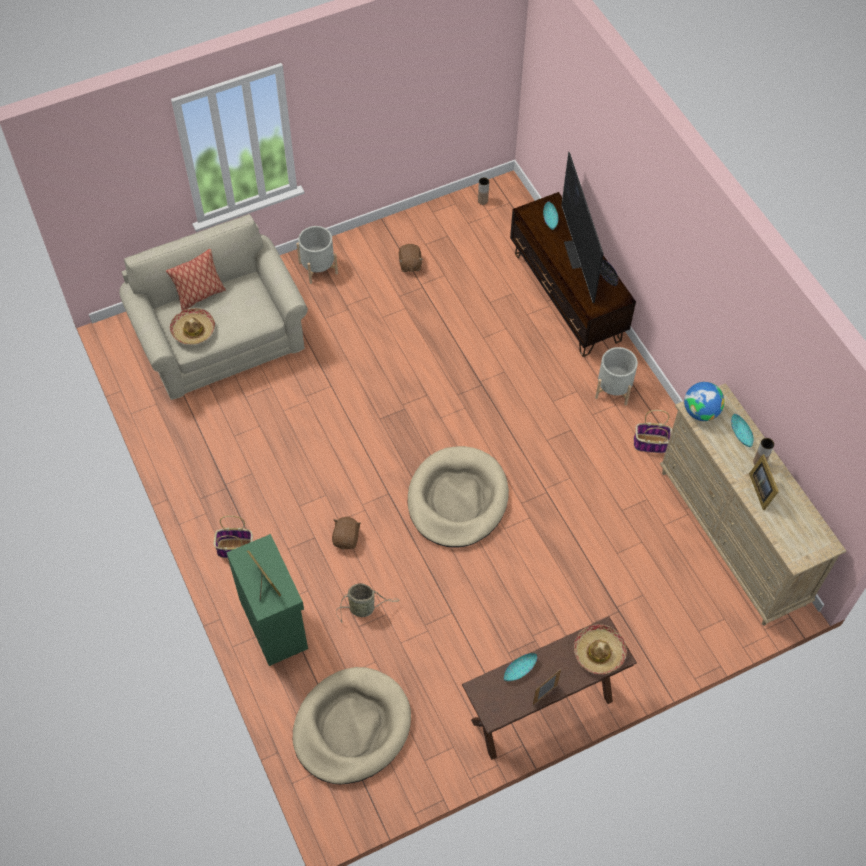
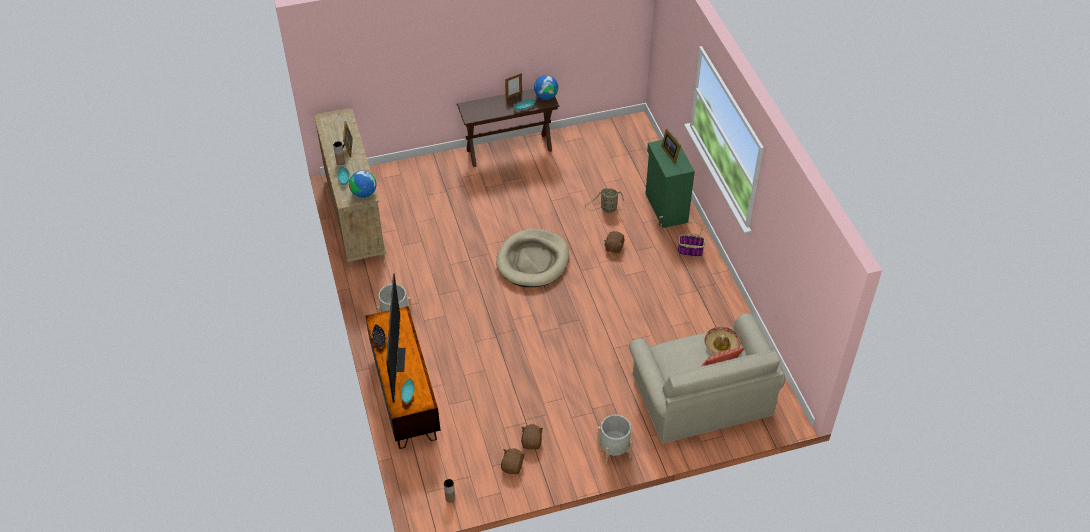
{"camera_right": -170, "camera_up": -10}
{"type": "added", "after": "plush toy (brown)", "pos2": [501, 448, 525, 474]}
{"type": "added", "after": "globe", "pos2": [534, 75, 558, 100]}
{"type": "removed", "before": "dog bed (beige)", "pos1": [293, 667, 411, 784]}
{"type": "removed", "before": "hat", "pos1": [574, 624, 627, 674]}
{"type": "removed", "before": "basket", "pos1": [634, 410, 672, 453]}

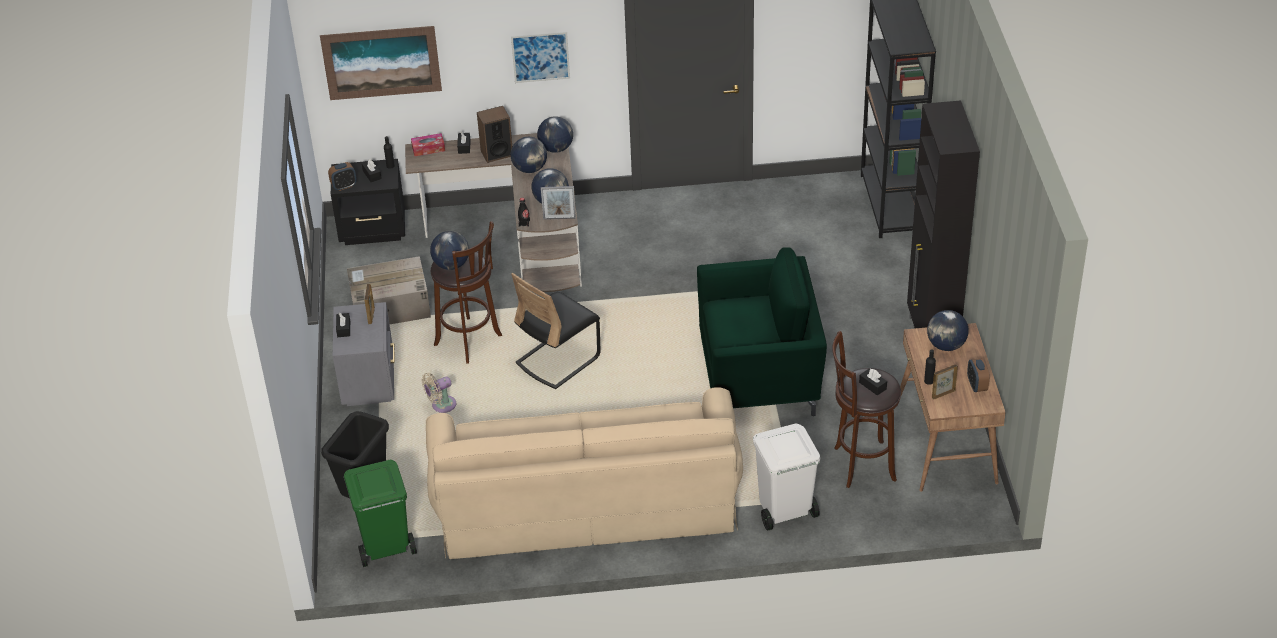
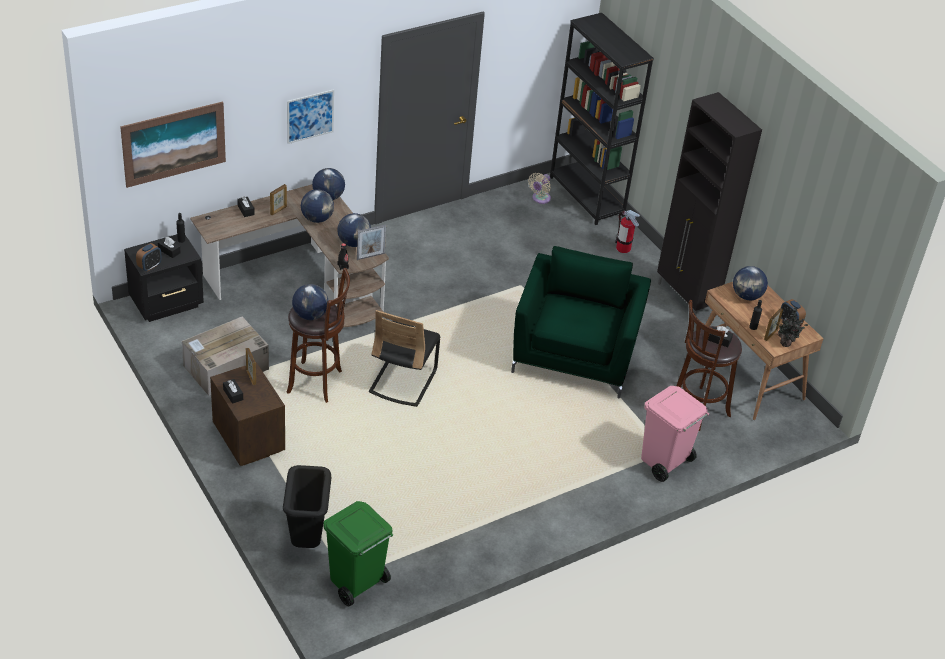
{"camera_right": -30, "camera_up": 0}
{"type": "recoloured", "before": "nightstand (grey)", "after": "nightstand (brown)", "pos1": [333, 302, 395, 406], "pos2": [210, 363, 285, 466]}
{"type": "replaced", "before": "speaker", "after": "picture frame", "pos1": [477, 106, 512, 163], "pos2": [270, 184, 287, 215]}
{"type": "turned", "before": "armchair (green)", "pos1": [697, 247, 827, 416], "pos2": [511, 246, 651, 398], "turn": -45}
{"type": "moved", "before": "fan (beige)", "pos1": [422, 373, 456, 413], "pos2": [528, 173, 551, 204]}
{"type": "added", "after": "fire extinguisher", "pos2": [615, 210, 640, 253]}
{"type": "recoloured", "before": "trash can (white)", "after": "trash can (pink)", "pos1": [753, 423, 820, 531], "pos2": [641, 386, 709, 482]}
{"type": "added", "after": "potted plant", "pos2": [776, 308, 809, 347]}
{"type": "removed", "before": "tissue box", "pos1": [411, 133, 445, 156]}
{"type": "removed", "before": "sofa (beige)", "pos1": [426, 387, 743, 559]}

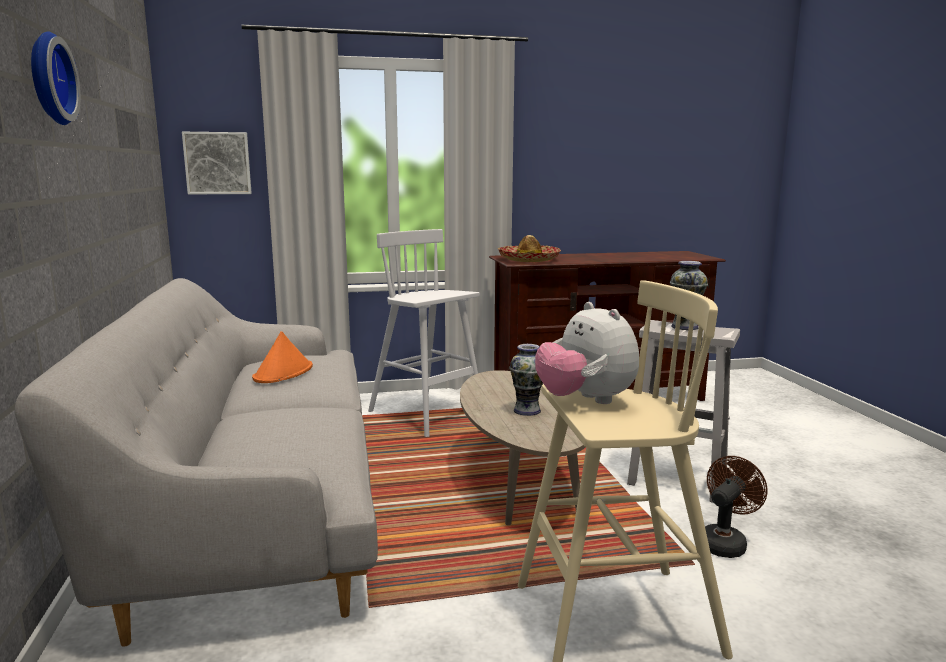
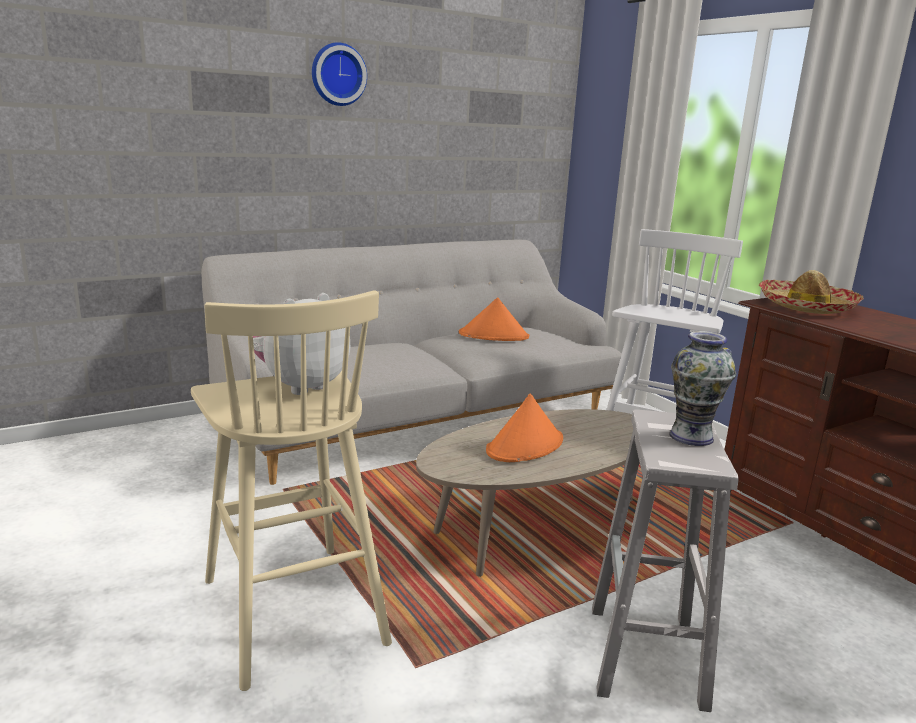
{"camera_right": 70, "camera_up": 5}
{"type": "replaced", "before": "vase", "after": "hat (orange)", "pos1": [509, 344, 543, 416], "pos2": [486, 394, 563, 462]}
{"type": "removed", "before": "picture", "pos1": [182, 132, 252, 194]}
{"type": "removed", "before": "fan (brown)", "pos1": [705, 456, 767, 558]}

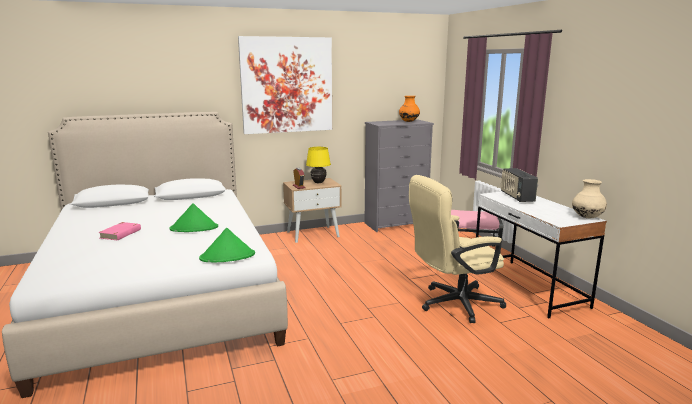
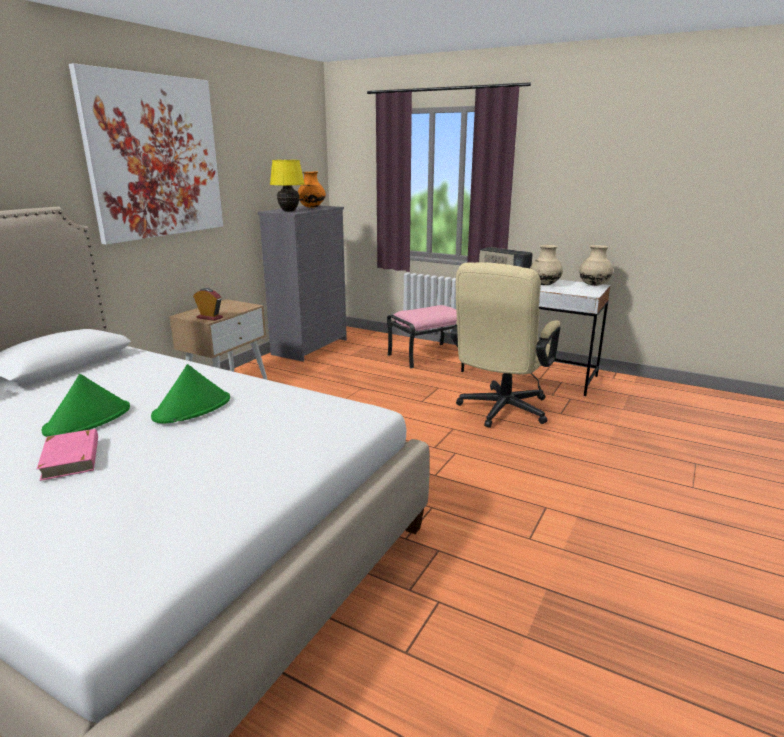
{"camera_right": -40, "camera_up": 5}
{"type": "moved", "before": "hat (green)", "pos1": [199, 228, 255, 262], "pos2": [41, 374, 130, 437]}
{"type": "moved", "before": "table lamp (yellow)", "pos1": [306, 147, 331, 183], "pos2": [270, 160, 305, 212]}
{"type": "added", "after": "vase (beige)", "pos2": [530, 245, 563, 285]}

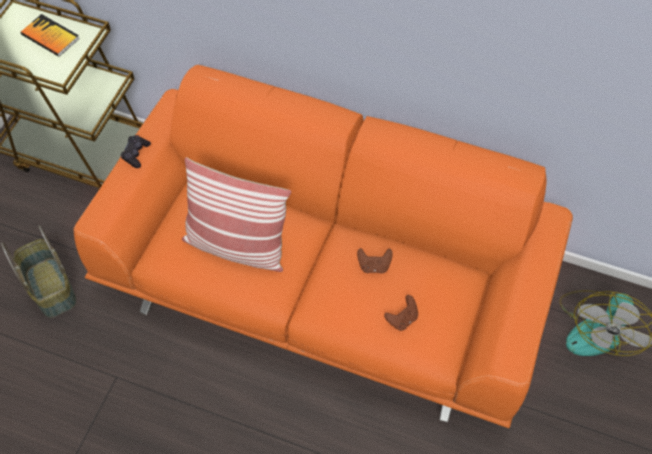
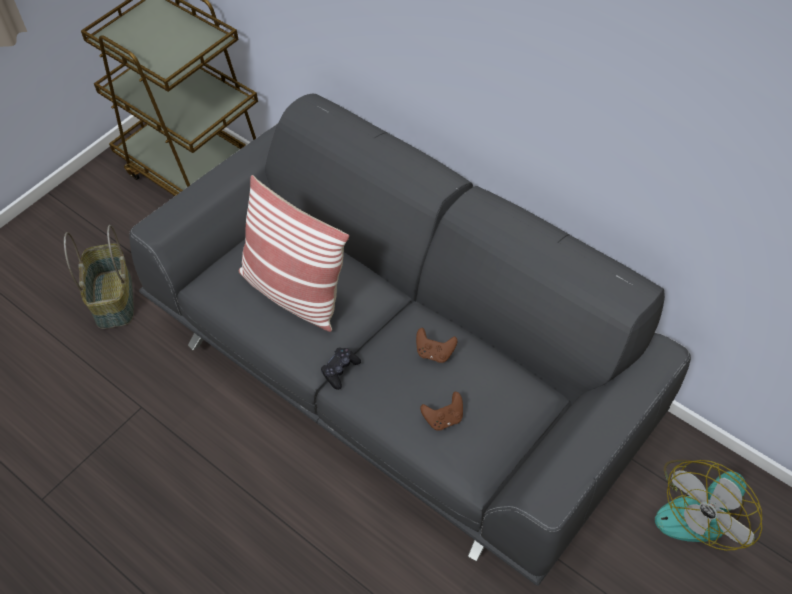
{"camera_right": 20, "camera_up": -5}
{"type": "recoloured", "before": "sofa (orange)", "after": "sofa (grey)", "pos1": [73, 65, 573, 428], "pos2": [129, 94, 691, 586]}
{"type": "moved", "before": "game controller (black)", "pos1": [121, 135, 151, 168], "pos2": [321, 347, 361, 390]}
{"type": "removed", "before": "book", "pos1": [20, 14, 80, 57]}

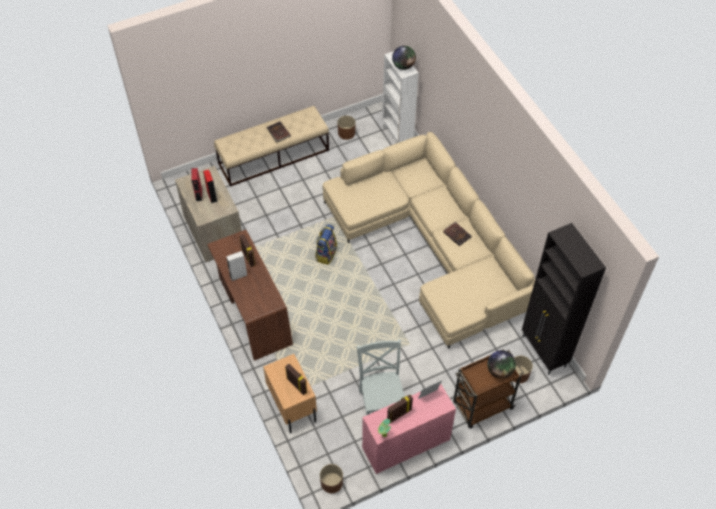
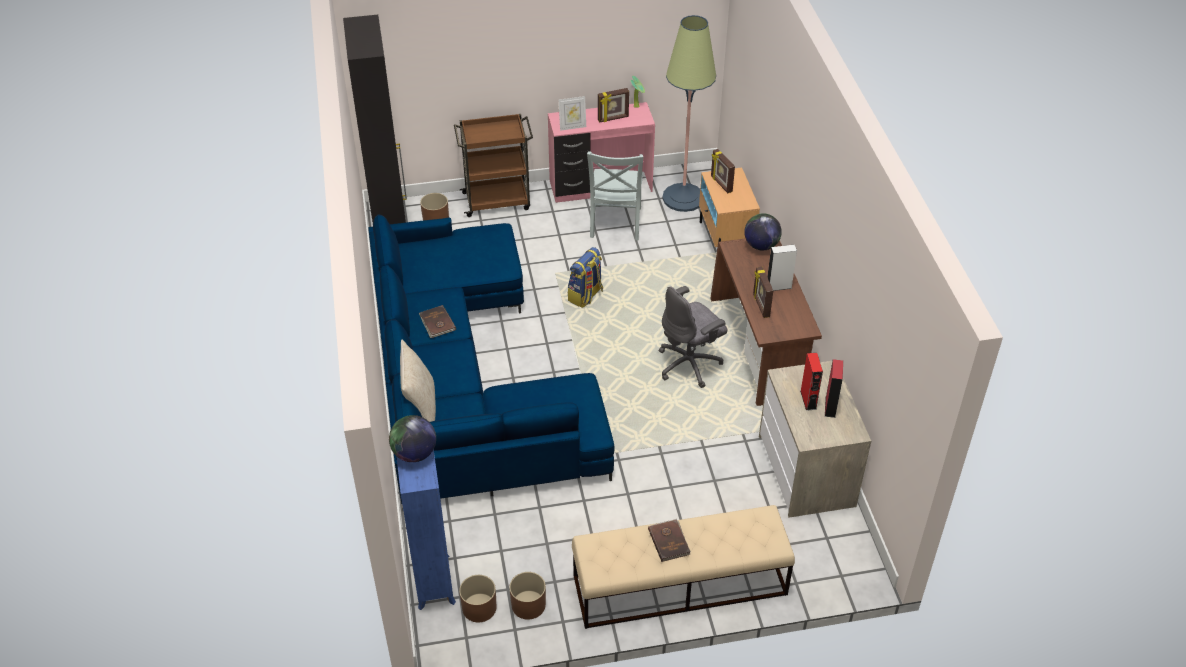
{"camera_right": -165, "camera_up": -10}
{"type": "recoloured", "before": "sofa (beige)", "after": "sofa (blue)", "pos1": [322, 132, 535, 349], "pos2": [368, 215, 615, 504]}
{"type": "recoloured", "before": "bookcase (white)", "after": "bookcase (blue)", "pos1": [382, 51, 419, 144], "pos2": [396, 450, 456, 610]}
{"type": "added", "after": "pillow (beige)", "pos2": [400, 340, 436, 422]}
{"type": "moved", "before": "planter (brown)", "pos1": [320, 464, 343, 493], "pos2": [459, 575, 496, 622]}
{"type": "moved", "before": "backpack", "pos1": [315, 224, 337, 265], "pos2": [568, 247, 603, 308]}
{"type": "added", "after": "office chair (grey)", "pos2": [659, 286, 728, 388]}
{"type": "added", "after": "floor lamp", "pos2": [662, 15, 716, 212]}
{"type": "moved", "before": "globe", "pos1": [487, 350, 516, 379], "pos2": [744, 213, 782, 250]}

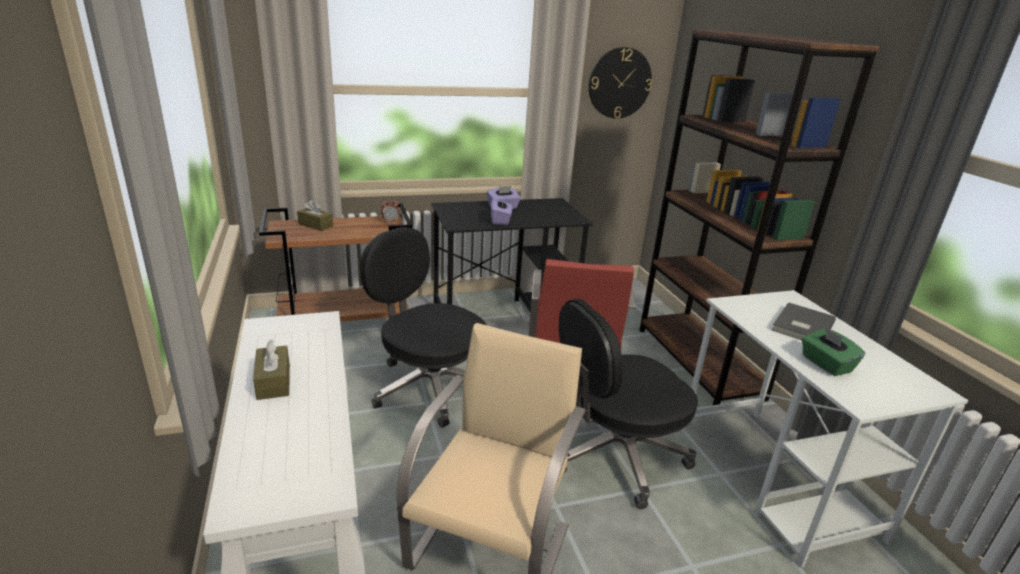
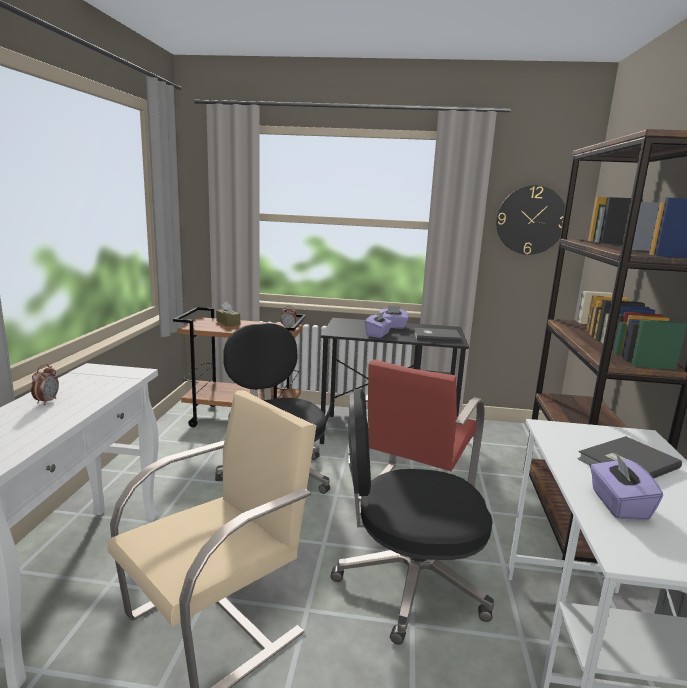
{"camera_right": 25, "camera_up": -10}
{"type": "replaced", "before": "tissue box (brown)", "after": "alarm clock", "pos1": [253, 339, 290, 400], "pos2": [31, 364, 59, 405]}
{"type": "added", "after": "book (grey)", "pos2": [414, 328, 461, 343]}
{"type": "recoloured", "before": "tissue box (green)", "after": "tissue box (purple)", "pos1": [802, 326, 865, 376], "pos2": [590, 453, 663, 520]}

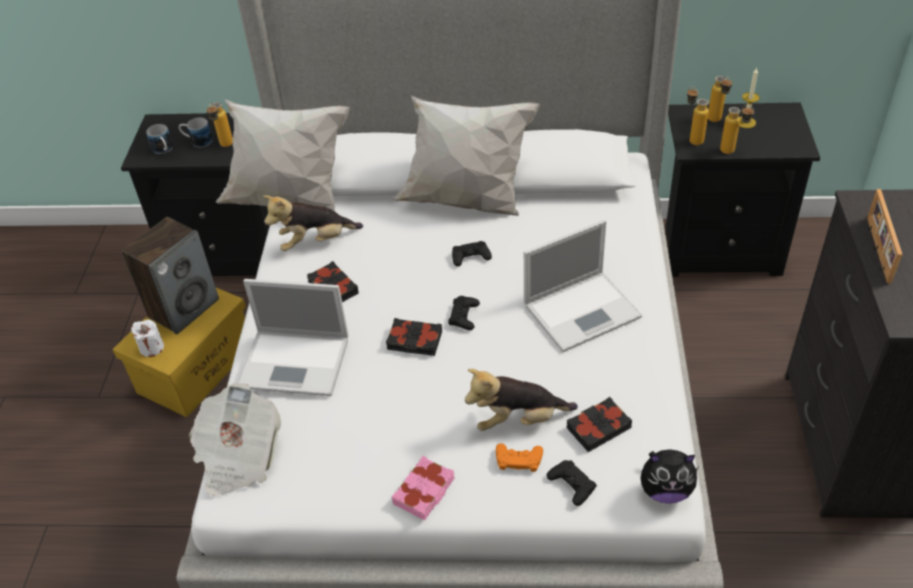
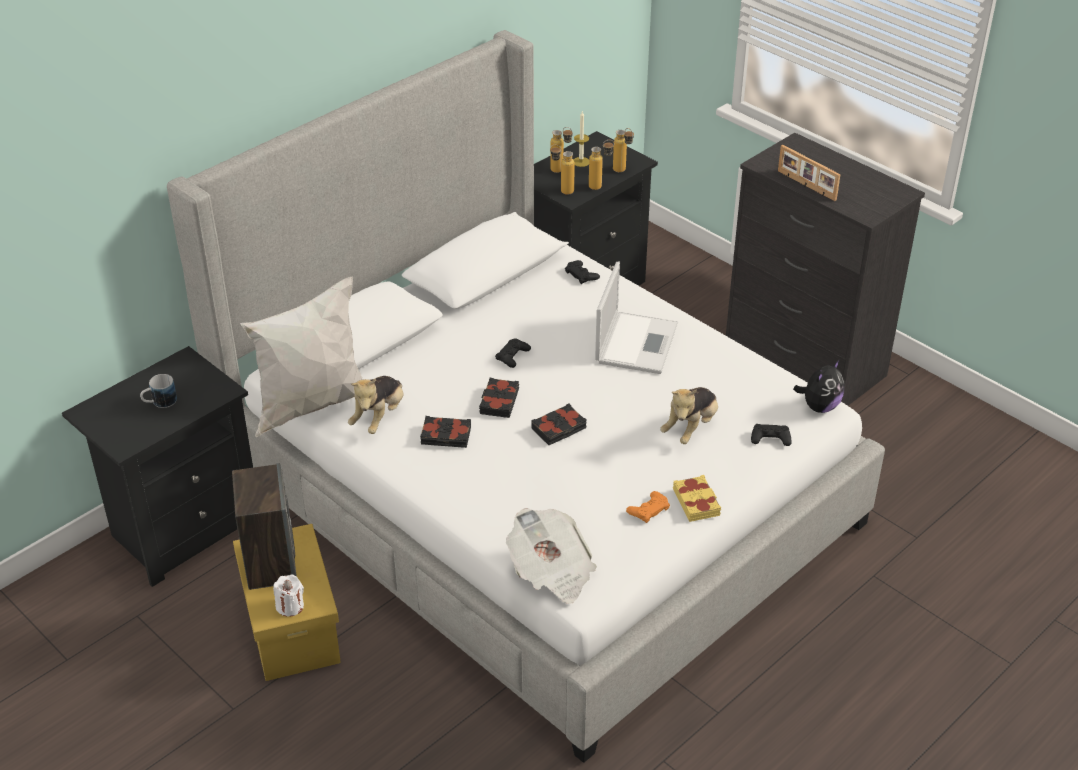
{"camera_right": -50, "camera_up": -5}
{"type": "moved", "before": "book (black)", "pos1": [567, 397, 632, 452], "pos2": [479, 378, 519, 418]}
{"type": "moved", "before": "game controller (black)", "pos1": [448, 296, 480, 330], "pos2": [565, 260, 600, 284]}
{"type": "moved", "before": "bottle", "pos1": [206, 102, 233, 147], "pos2": [613, 128, 634, 172]}
{"type": "moved", "before": "game controller (orange)", "pos1": [496, 443, 543, 472], "pos2": [626, 491, 670, 523]}
{"type": "recoloured", "before": "book (pink)", "after": "book (yellow)", "pos1": [392, 456, 455, 520], "pos2": [673, 475, 721, 522]}
{"type": "removed", "before": "mug", "pos1": [146, 124, 173, 154]}
{"type": "removed", "before": "laptop", "pos1": [237, 279, 348, 396]}
{"type": "removed", "before": "pillow (white)", "pos1": [393, 96, 540, 216]}

